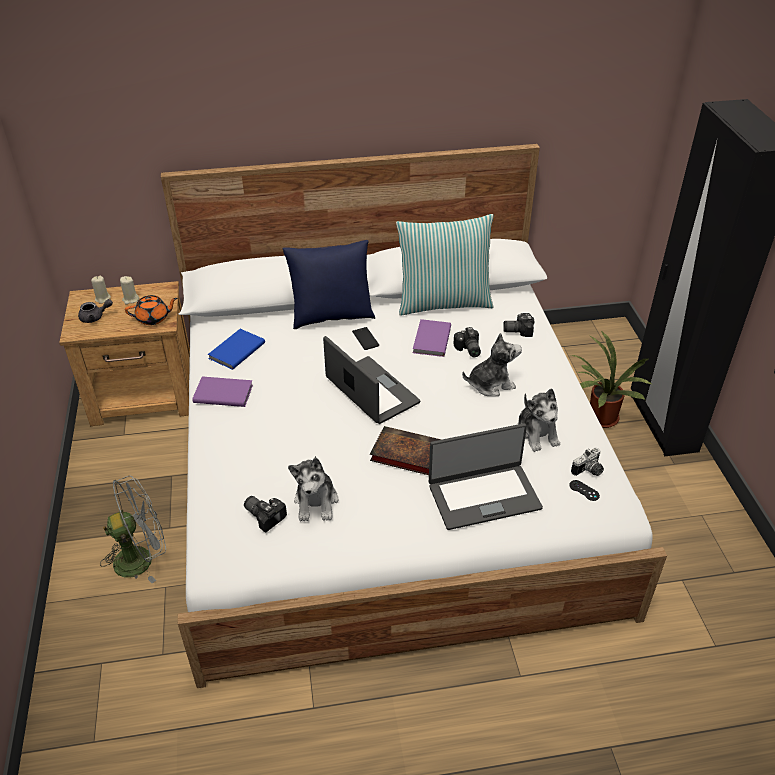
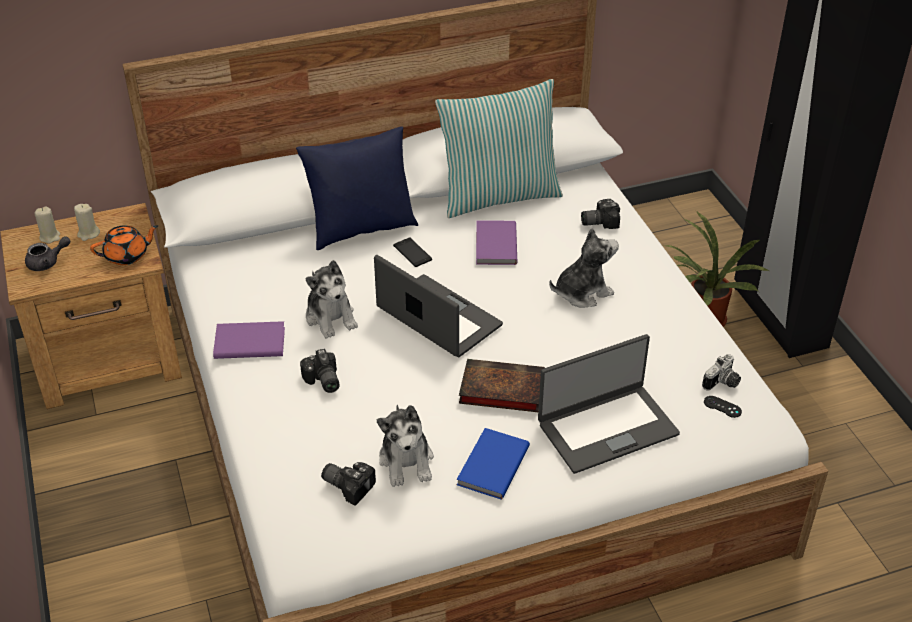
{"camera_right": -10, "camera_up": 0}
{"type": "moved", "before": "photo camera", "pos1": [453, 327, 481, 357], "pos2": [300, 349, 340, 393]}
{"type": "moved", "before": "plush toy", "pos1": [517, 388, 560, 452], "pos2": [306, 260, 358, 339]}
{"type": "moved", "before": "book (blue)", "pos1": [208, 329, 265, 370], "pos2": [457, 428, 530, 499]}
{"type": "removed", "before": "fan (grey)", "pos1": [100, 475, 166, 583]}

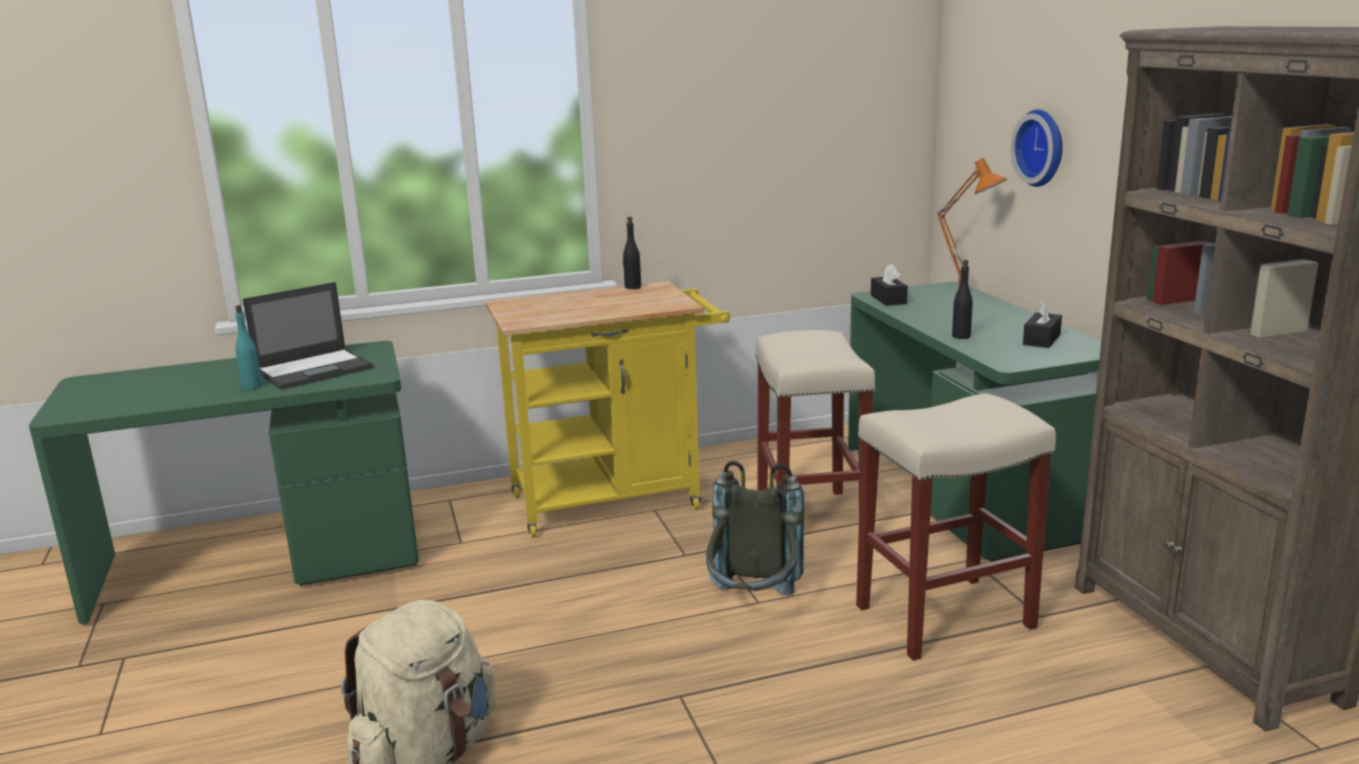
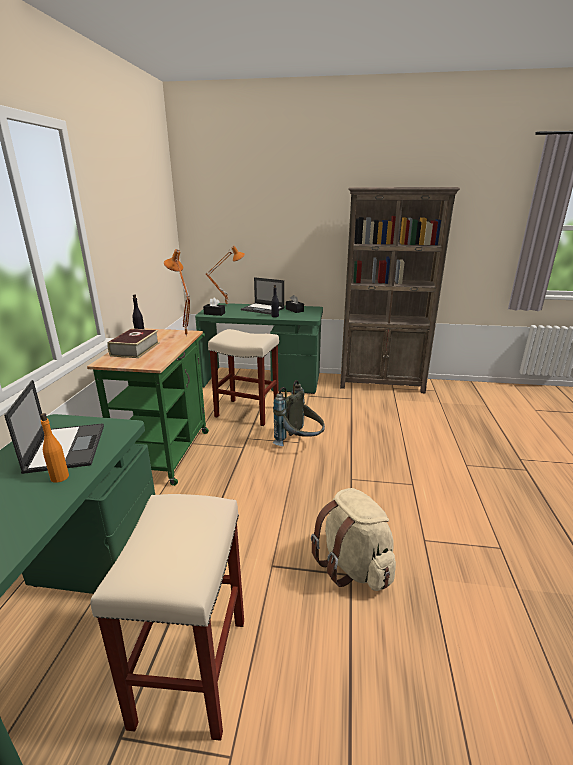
{"camera_right": -65, "camera_up": 5}
{"type": "recoloured", "before": "bottle (turquoise)", "after": "bottle (orange)", "pos1": [235, 305, 262, 390], "pos2": [40, 413, 69, 483]}
{"type": "recoloured", "before": "cart (yellow)", "after": "cart (green)", "pos1": [485, 281, 730, 538], "pos2": [87, 328, 209, 486]}
{"type": "moved", "before": "stool (beige)", "pos1": [856, 393, 1056, 661], "pos2": [91, 494, 244, 741]}
{"type": "added", "after": "book", "pos2": [107, 329, 160, 358]}
{"type": "added", "after": "table lamp (orange)", "pos2": [164, 249, 190, 336]}
{"type": "added", "after": "laptop", "pos2": [241, 277, 285, 315]}
{"type": "removed", "before": "wall clock", "pos1": [1011, 109, 1063, 187]}

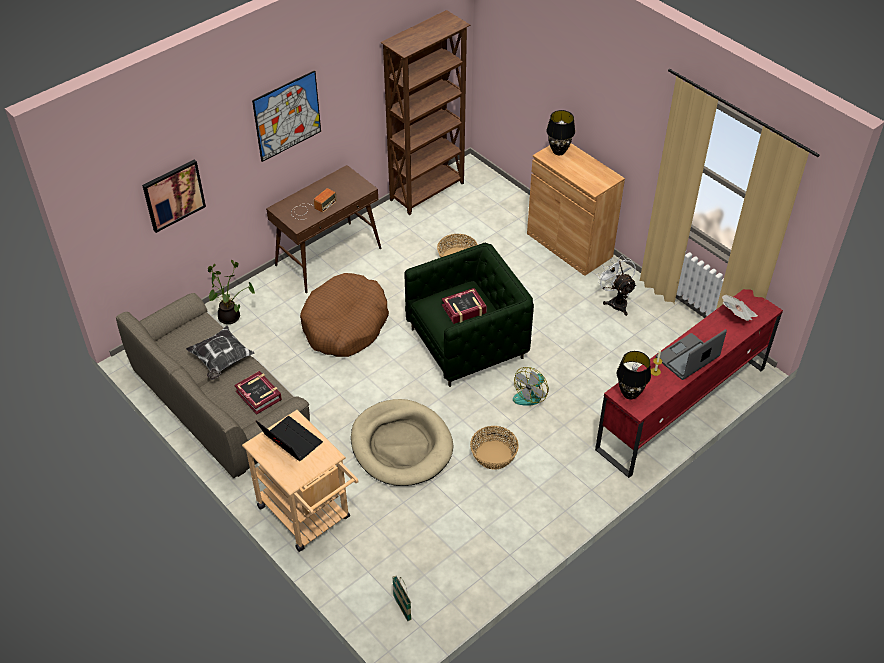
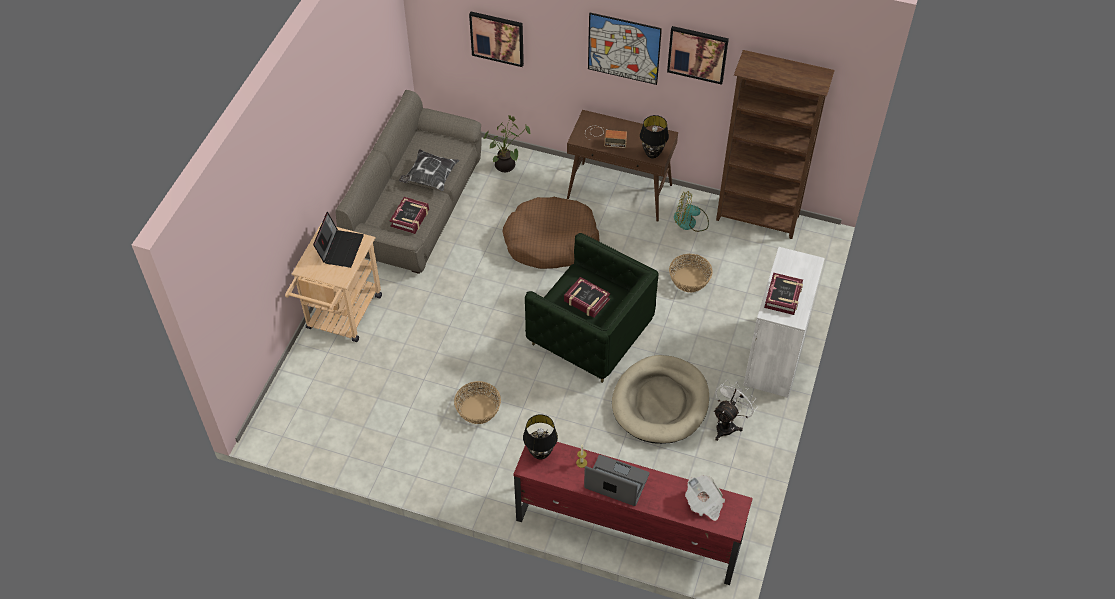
{"camera_right": 60, "camera_up": 5}
{"type": "moved", "before": "dog bed (beige)", "pos1": [351, 399, 453, 486], "pos2": [612, 355, 709, 444]}
{"type": "moved", "before": "table lamp (black)", "pos1": [546, 110, 575, 155], "pos2": [640, 115, 669, 158]}
{"type": "added", "after": "picture", "pos2": [667, 26, 729, 85]}
{"type": "moved", "before": "fan", "pos1": [513, 367, 549, 406], "pos2": [674, 191, 709, 232]}
{"type": "recoloured", "before": "cabinet (brown)", "after": "cabinet (white)", "pos1": [527, 143, 625, 276], "pos2": [743, 247, 825, 398]}
{"type": "added", "after": "book", "pos2": [764, 273, 803, 315]}
{"type": "removed", "before": "basket", "pos1": [392, 576, 412, 621]}

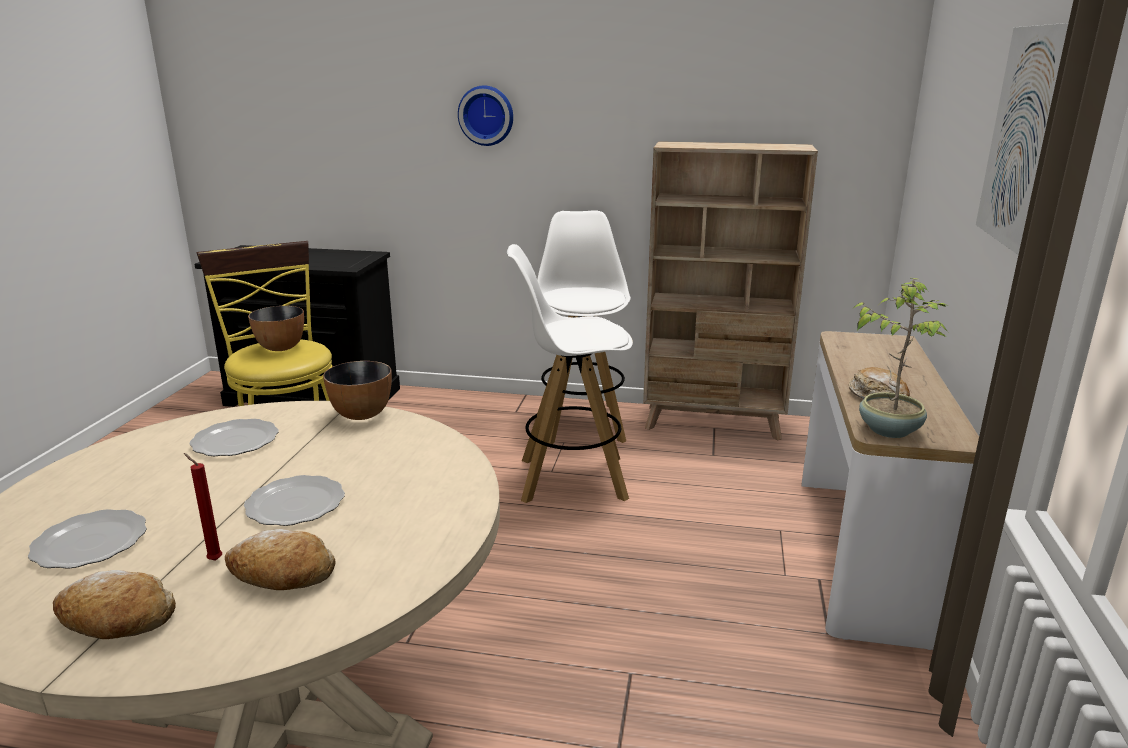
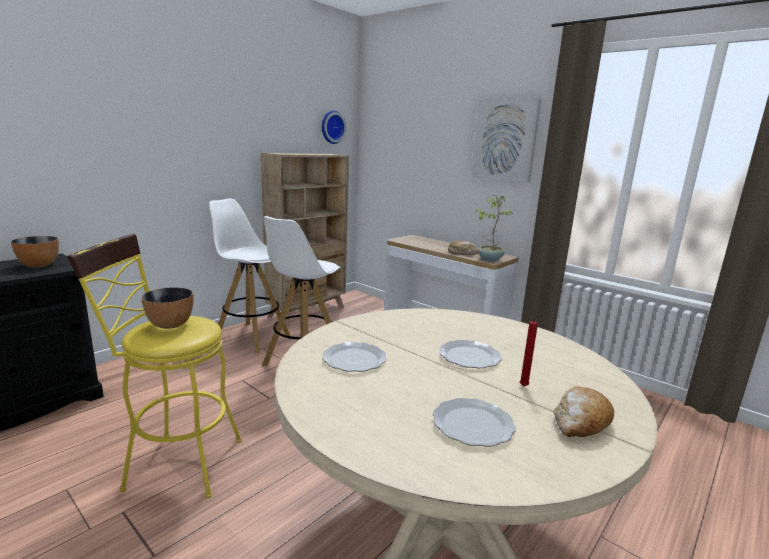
{"camera_right": -60, "camera_up": -5}
{"type": "moved", "before": "bowl", "pos1": [323, 361, 392, 420], "pos2": [11, 236, 59, 267]}
{"type": "moved", "before": "wall clock", "pos1": [458, 85, 513, 146], "pos2": [322, 111, 346, 144]}
{"type": "removed", "before": "bread", "pos1": [225, 529, 335, 590]}

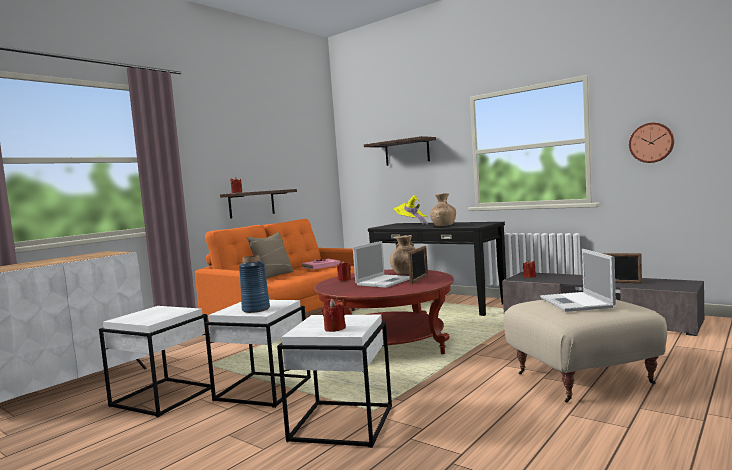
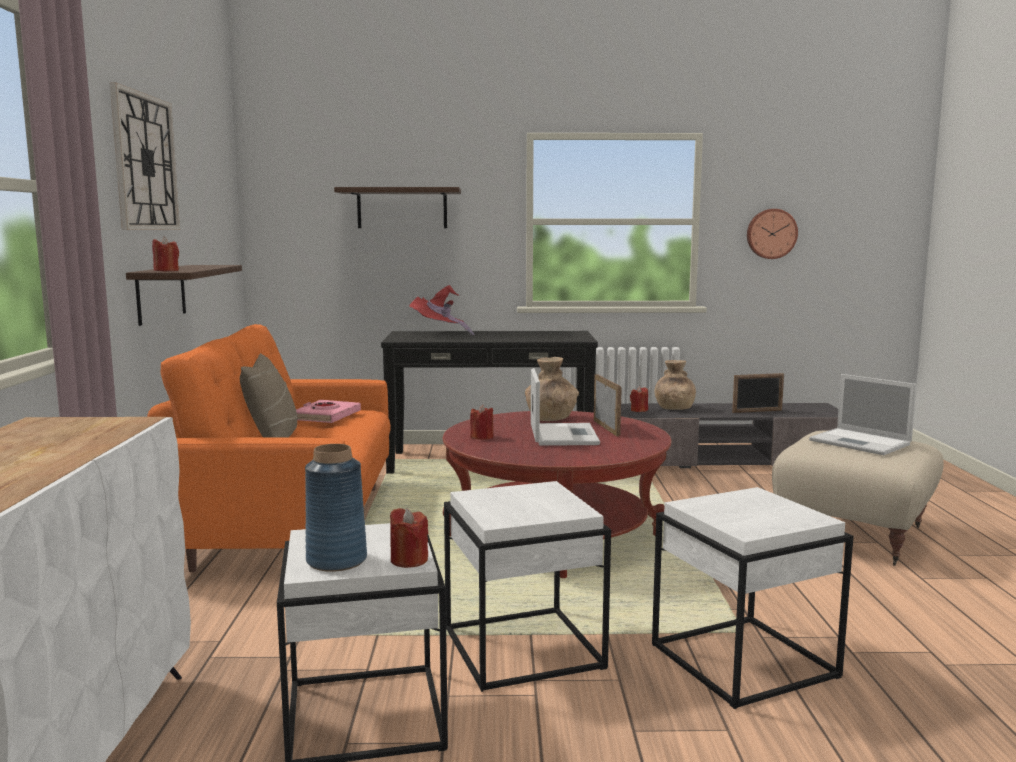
{"camera_right": -40, "camera_up": 5}
{"type": "added", "after": "wall clock", "pos2": [110, 82, 180, 230]}
{"type": "moved", "before": "vase (blue)", "pos1": [239, 255, 270, 313], "pos2": [305, 444, 367, 572]}
{"type": "moved", "before": "candle (red)", "pos1": [322, 299, 346, 332], "pos2": [390, 508, 428, 568]}
{"type": "recoloured", "before": "hat (yellow)", "after": "hat (red)", "pos1": [394, 195, 428, 225], "pos2": [409, 285, 474, 335]}
{"type": "moved", "before": "vase (brown)", "pos1": [430, 193, 456, 226], "pos2": [654, 360, 696, 410]}

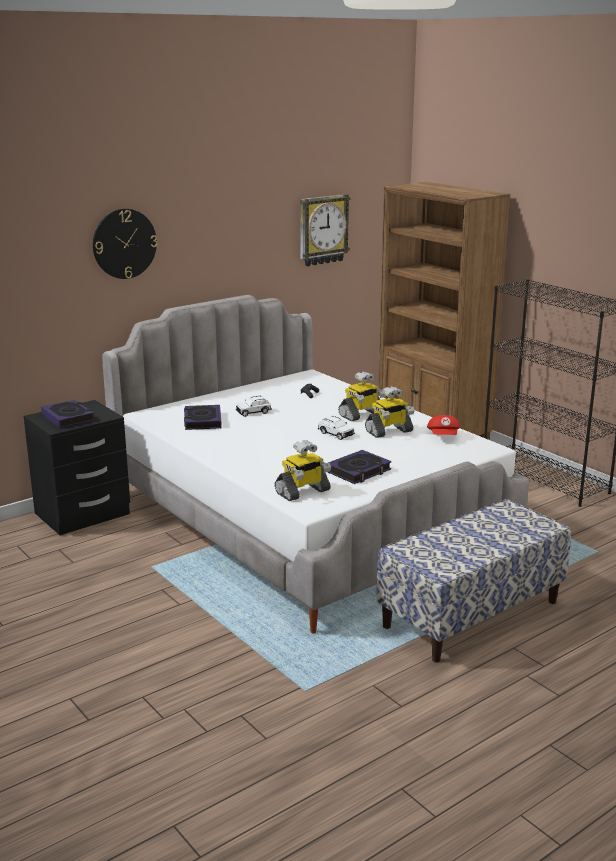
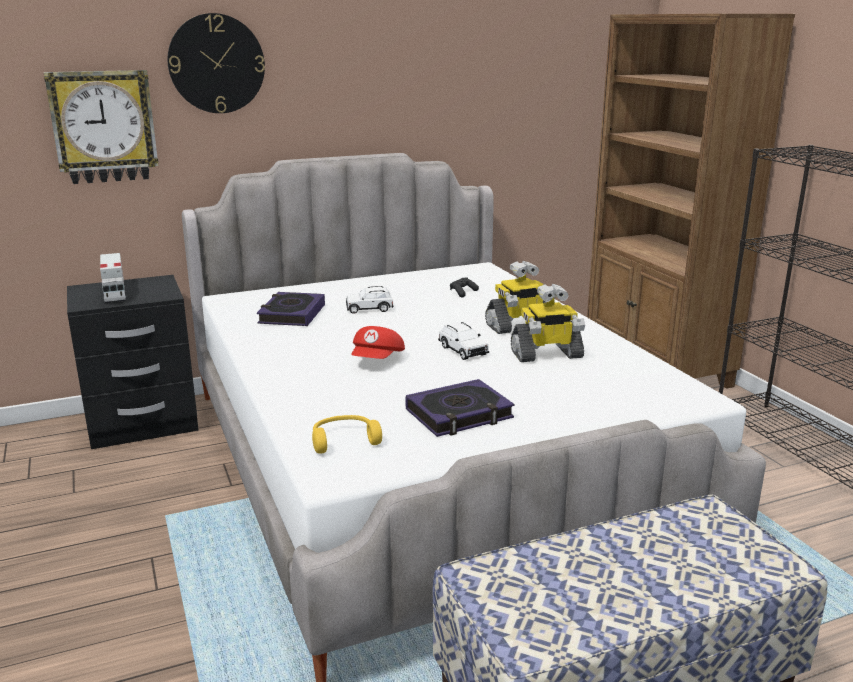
{"camera_right": 15, "camera_up": 0}
{"type": "moved", "before": "wall clock", "pos1": [300, 194, 351, 266], "pos2": [44, 70, 159, 184]}
{"type": "replaced", "before": "book", "after": "toy truck", "pos1": [41, 400, 95, 428], "pos2": [100, 253, 126, 303]}
{"type": "replaced", "before": "toy robot", "after": "headphones (yellow)", "pos1": [275, 440, 331, 501], "pos2": [312, 415, 382, 454]}
{"type": "moved", "before": "cap (red)", "pos1": [427, 415, 460, 435], "pos2": [351, 326, 405, 359]}

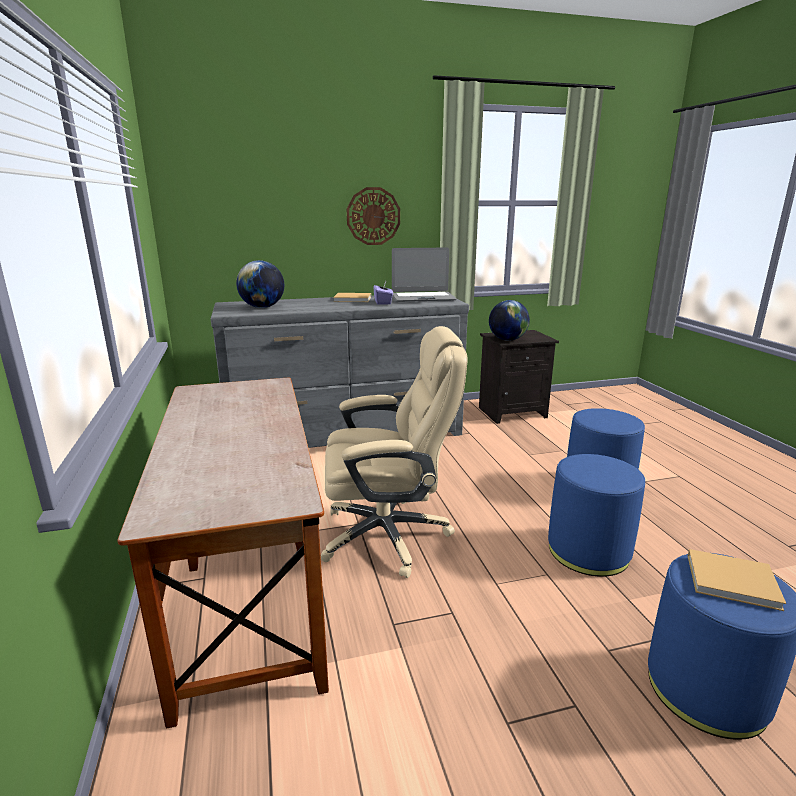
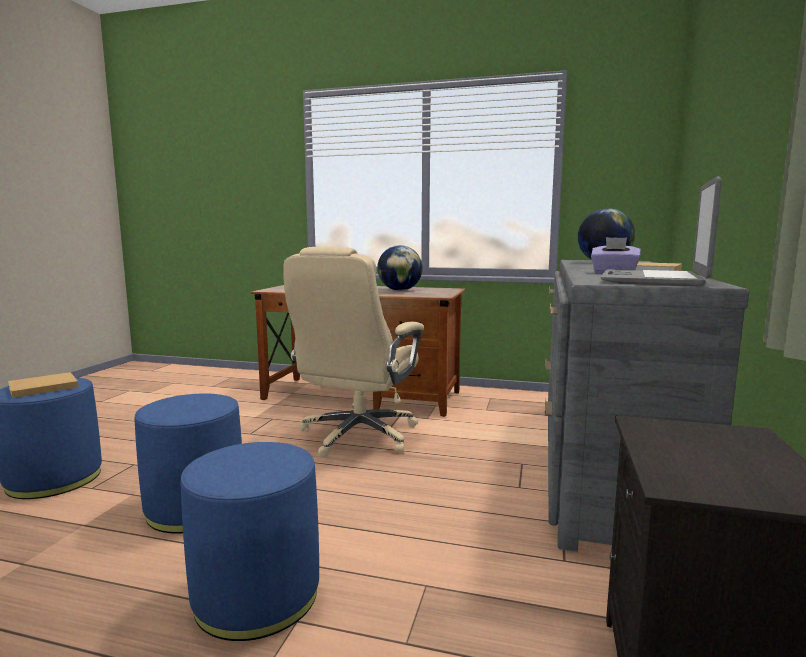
{"camera_right": 120, "camera_up": -10}
{"type": "moved", "before": "globe", "pos1": [489, 300, 530, 341], "pos2": [377, 245, 422, 291]}
{"type": "removed", "before": "wall clock", "pos1": [347, 187, 400, 245]}

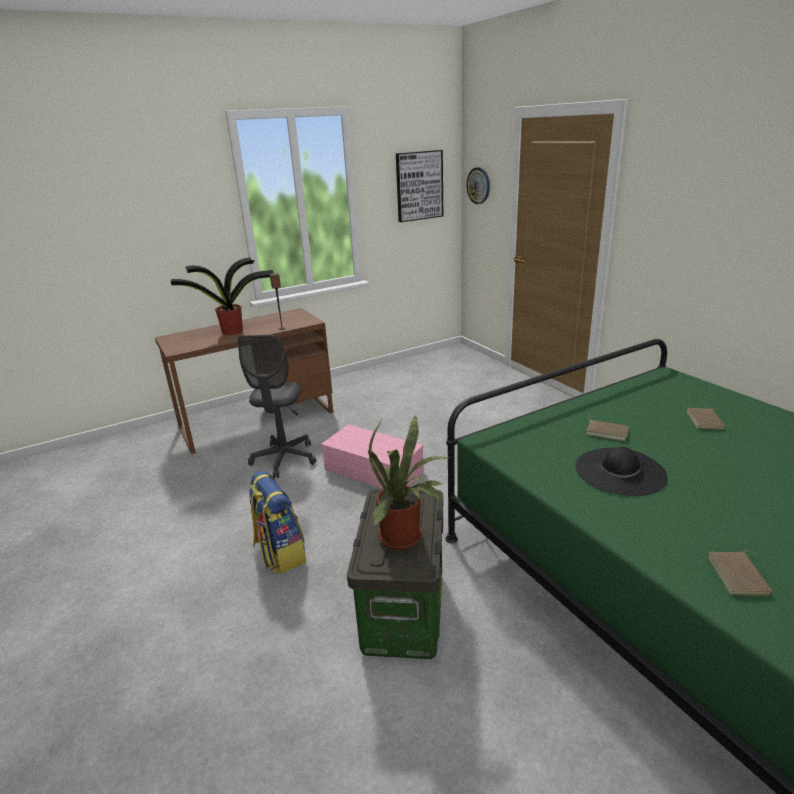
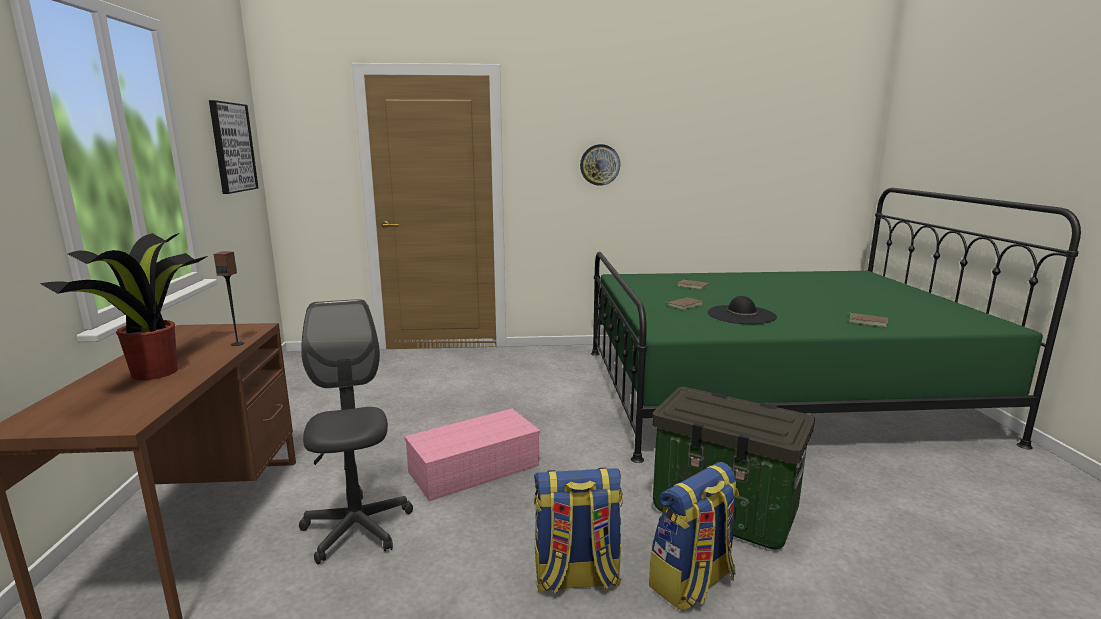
{"camera_right": -65, "camera_up": -10}
{"type": "turned", "before": "office chair (grey)", "pos1": [238, 335, 316, 478], "pos2": [299, 299, 413, 565], "turn": -135}
{"type": "moved", "before": "wall clock", "pos1": [466, 167, 490, 204], "pos2": [580, 144, 620, 186]}
{"type": "added", "after": "backpack", "pos2": [649, 462, 739, 611]}
{"type": "removed", "before": "potted plant", "pos1": [368, 415, 449, 550]}

